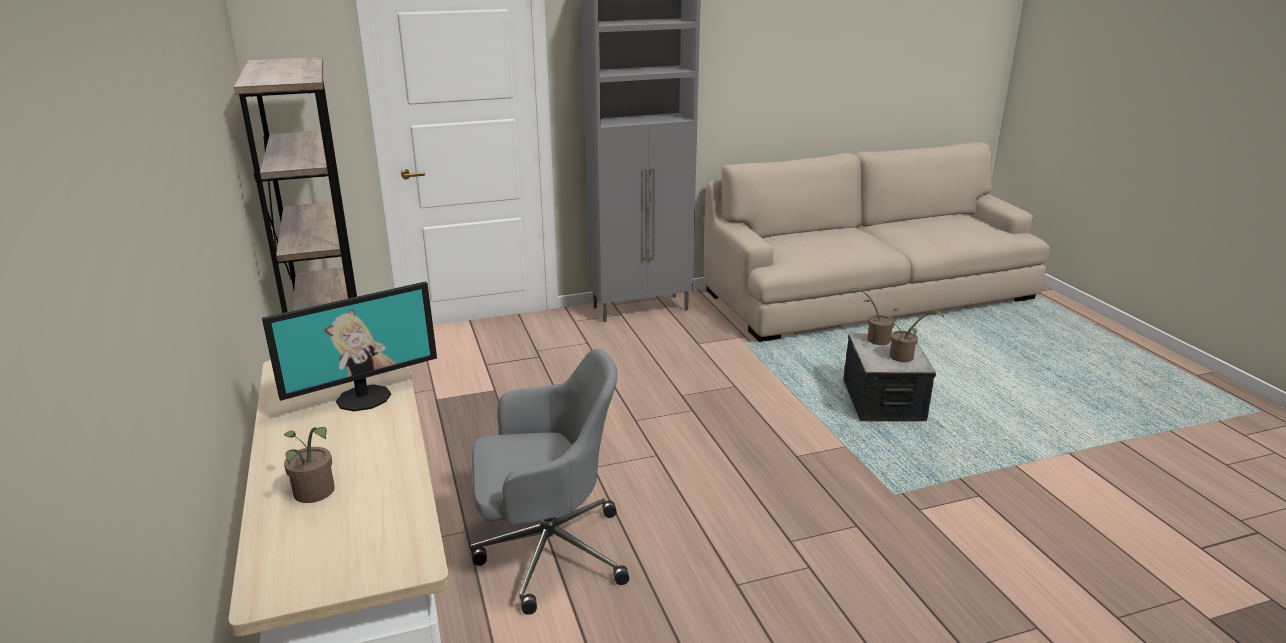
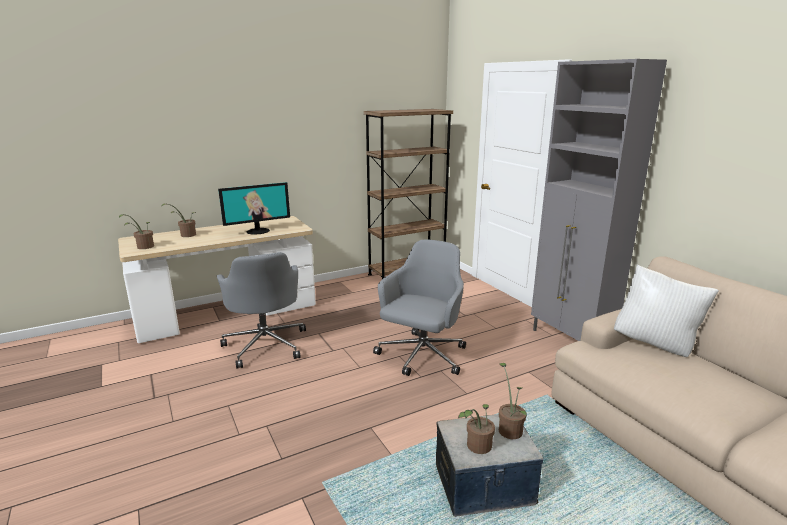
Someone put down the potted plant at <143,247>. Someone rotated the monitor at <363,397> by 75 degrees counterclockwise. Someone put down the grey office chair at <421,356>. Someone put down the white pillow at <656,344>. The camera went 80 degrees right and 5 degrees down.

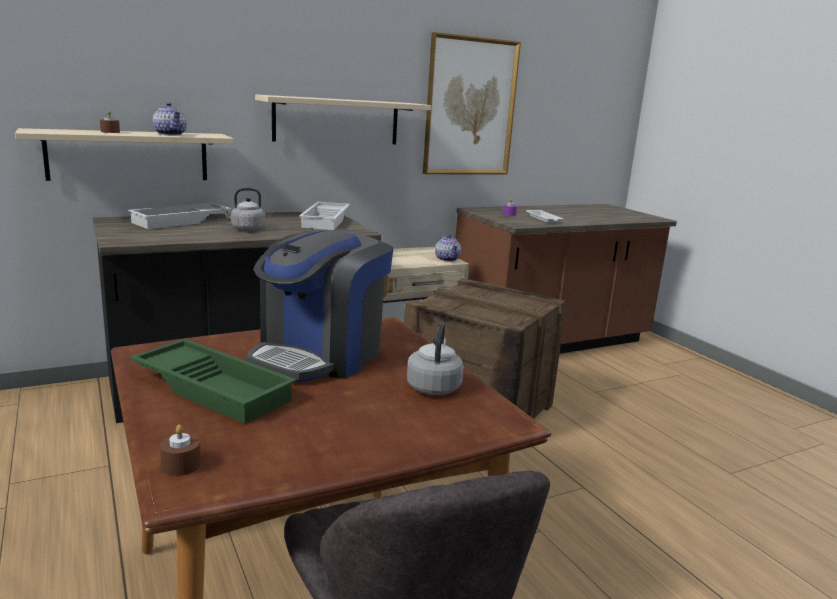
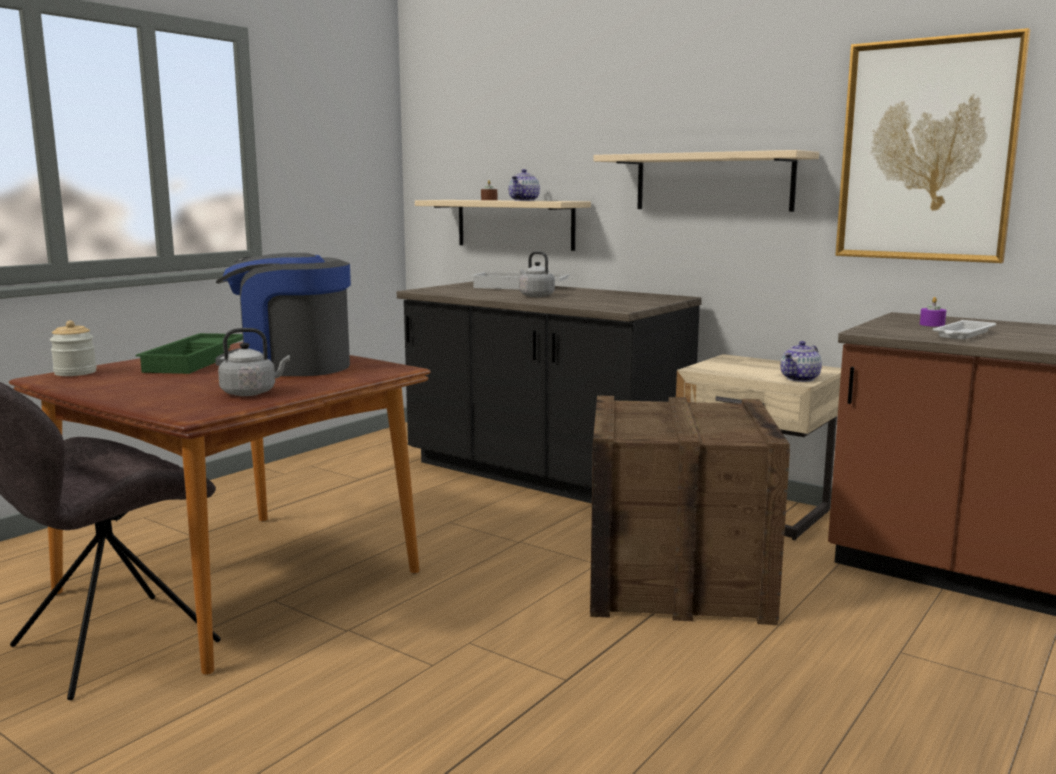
Someone swapped the brown candle at <181,465> for the jar at <75,373>. Someone took away the white tray at <327,221>. The camera went 65 degrees right and 5 degrees down.

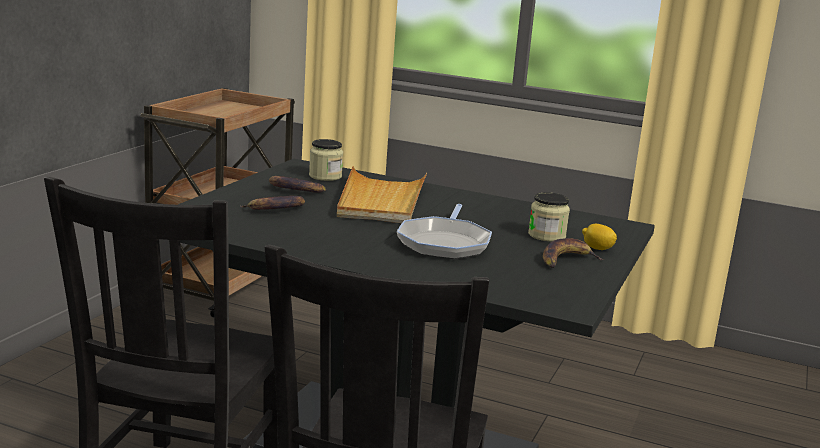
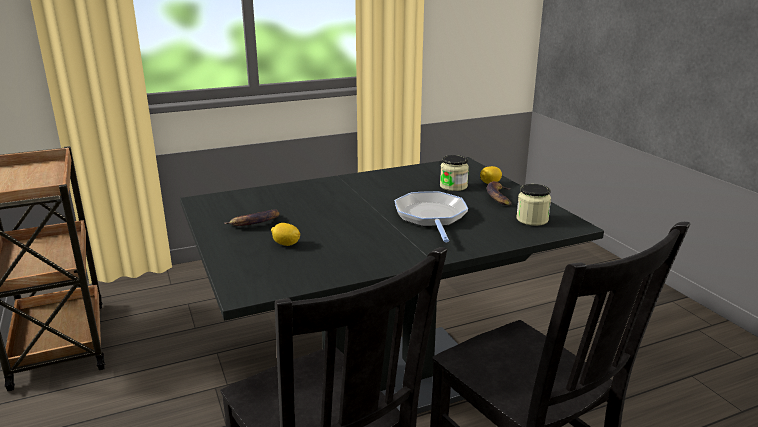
Someone swapped the banana at <275,209> for the lemon at <286,244>. Someone rotated the frying pan at <444,243> by 150 degrees counterclockwise. Someone carried the jar from <325,176> to <532,219>. Someone took away the beige tray at <381,200>. The camera went 45 degrees left and 5 degrees up.

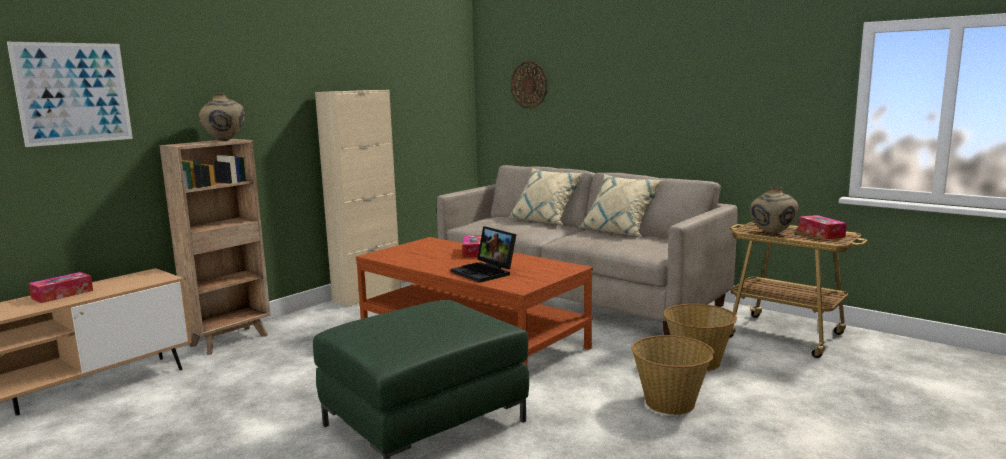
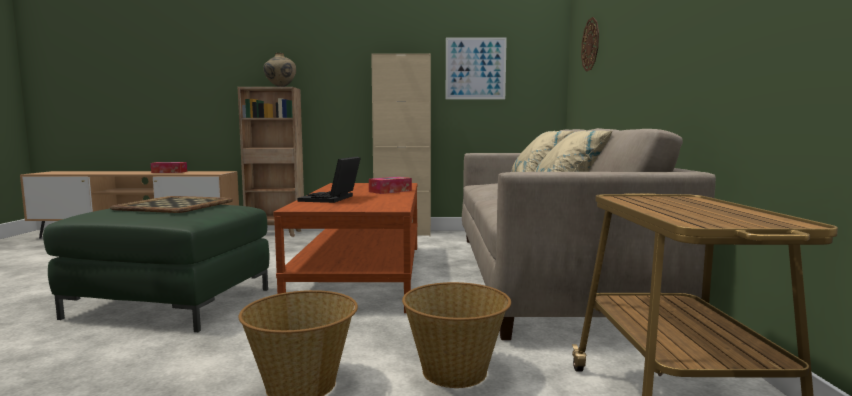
Someone put down the tray at <175,205>. Someone carried the picture from <73,93> to <475,68>. Someone took away the beige vase at <772,234>. Someone took away the tissue box at <821,233>. The camera went 50 degrees right and 5 degrees down.

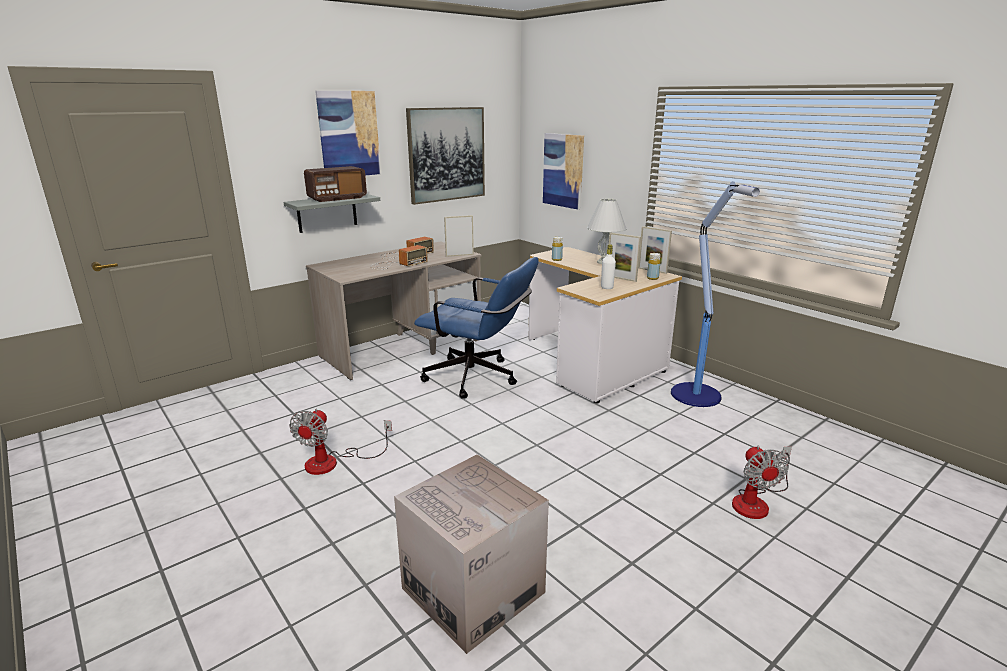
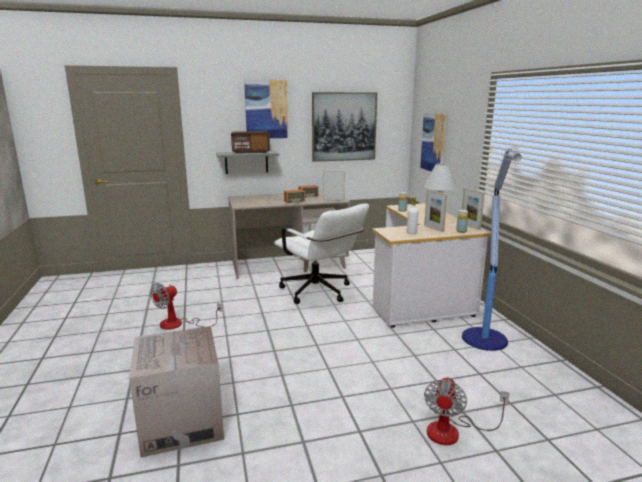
Someone repainted the blue office chair at <478,379>, which became the white office chair at <320,293>. The camera went 25 degrees right and 5 degrees down.

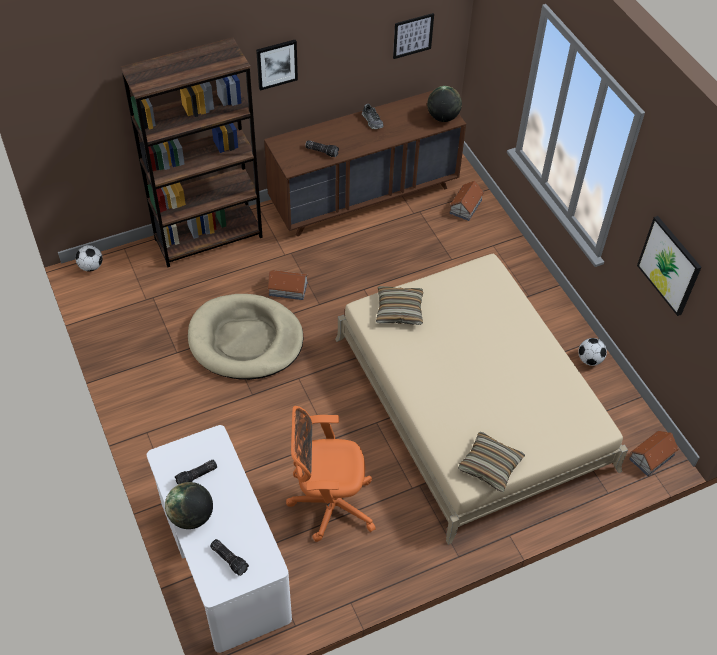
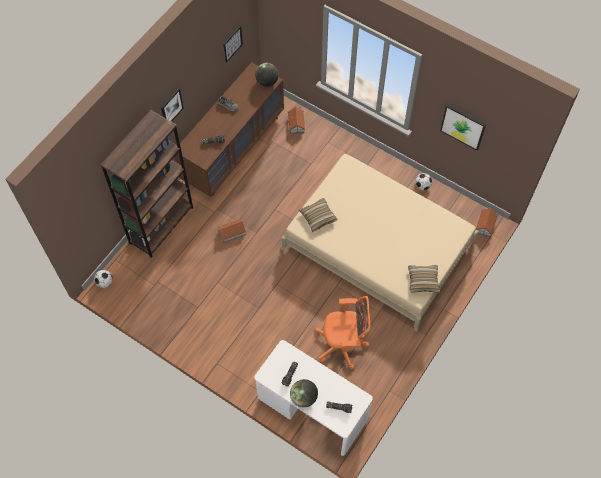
Someone rotated the orange office chair at <329,504> by 150 degrees counterclockwise. Someone took away the beige dog bed at <245,340>. The camera went 30 degrees left and 10 degrees up.

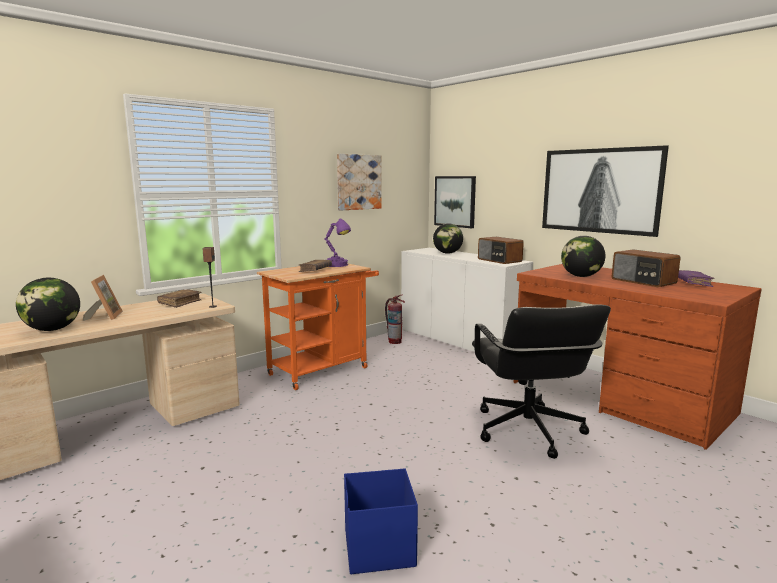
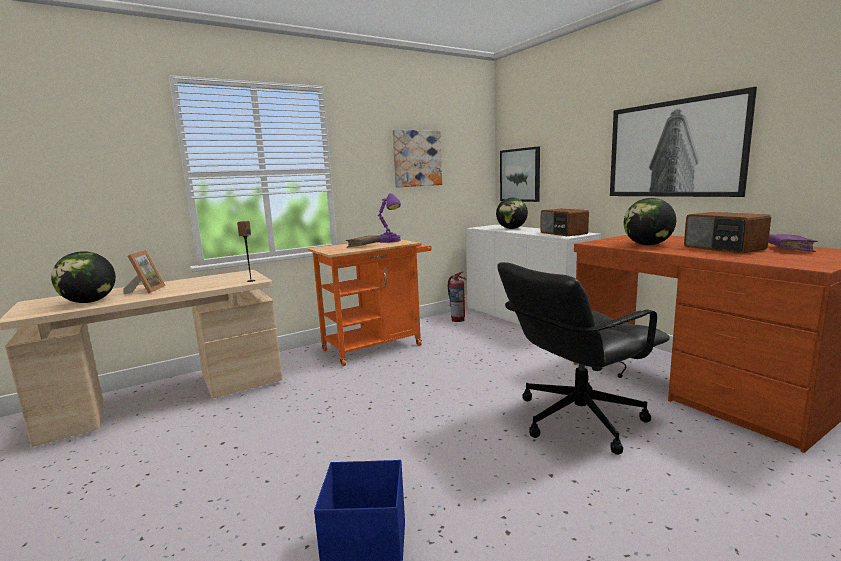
Someone rotated the black office chair at <527,430> by 60 degrees clockwise. Someone took away the brown book at <180,303>. The camera went 10 degrees right and 0 degrees up.

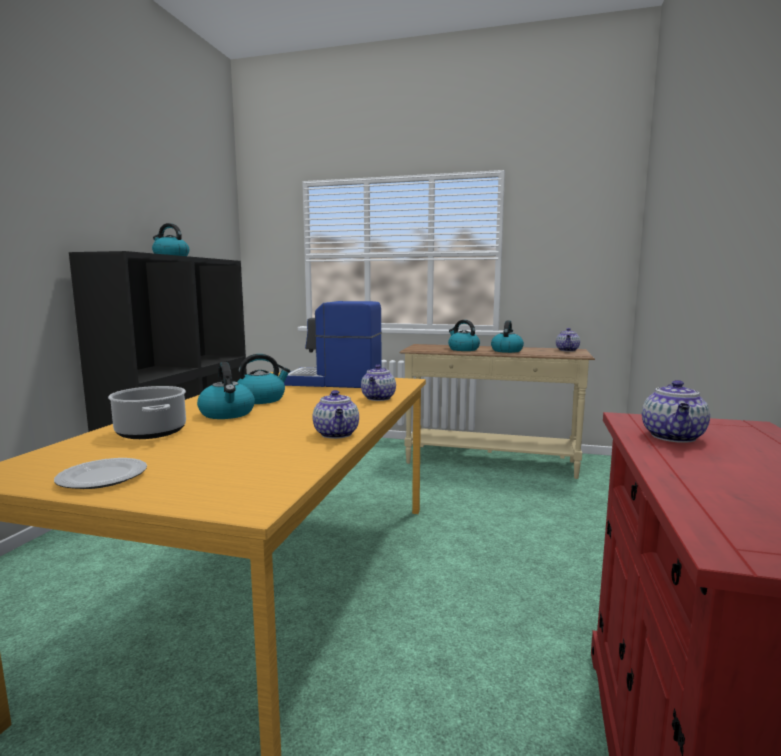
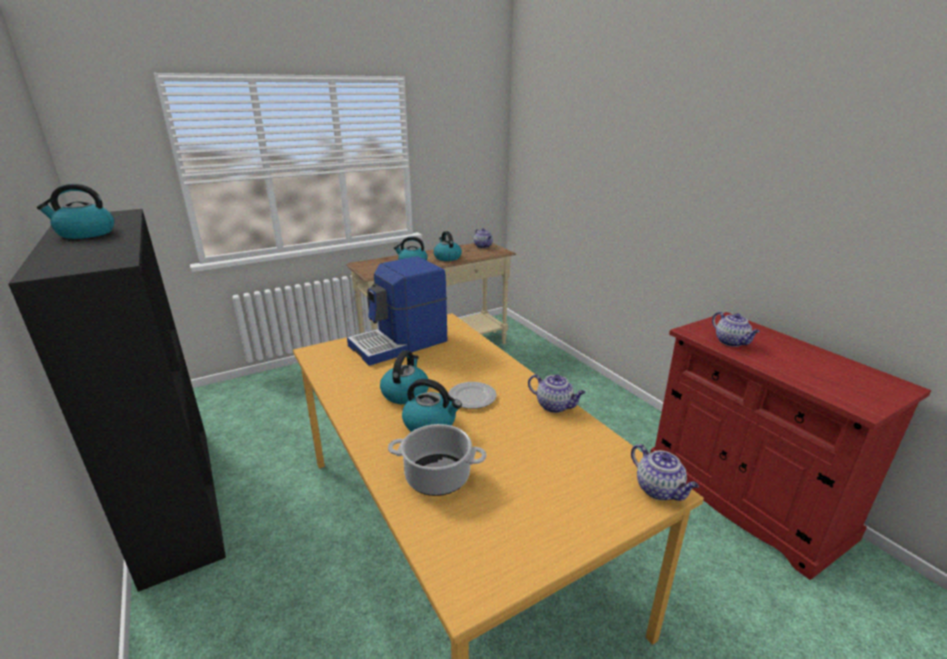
Someone carried the plate from <103,477> to <472,397>. Someone carried the teapot from <378,398> to <659,490>. The camera went 45 degrees left and 15 degrees up.

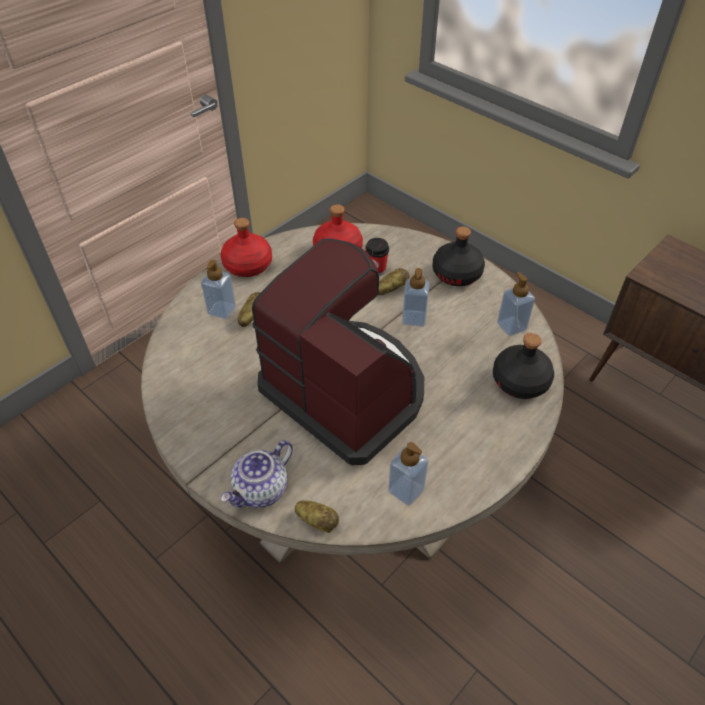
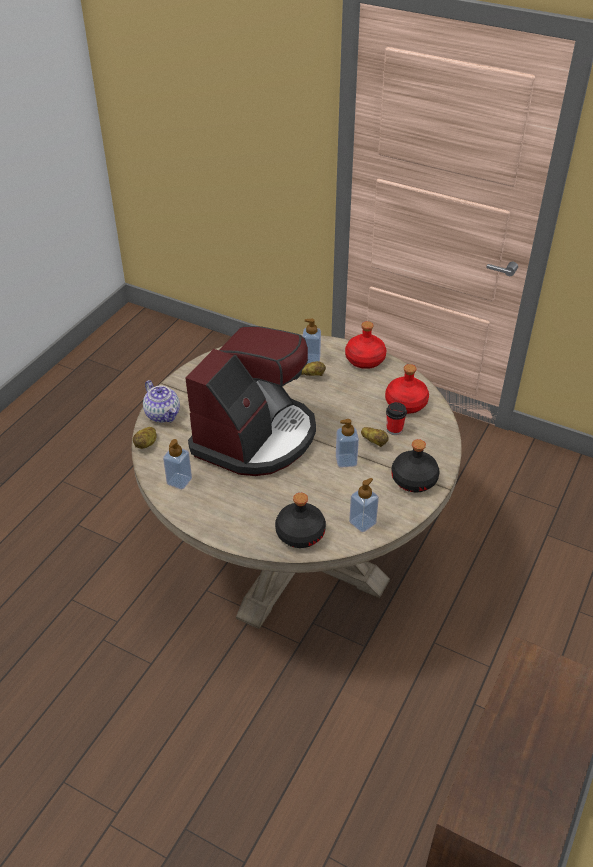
Someone rotated the teapot at <261,490> by 150 degrees counterclockwise. The camera went 75 degrees right and 5 degrees down.

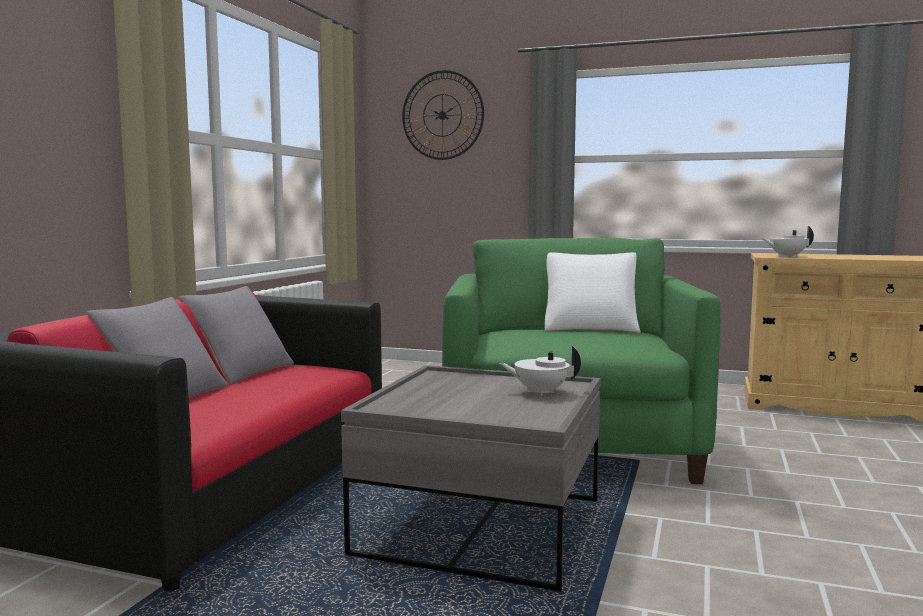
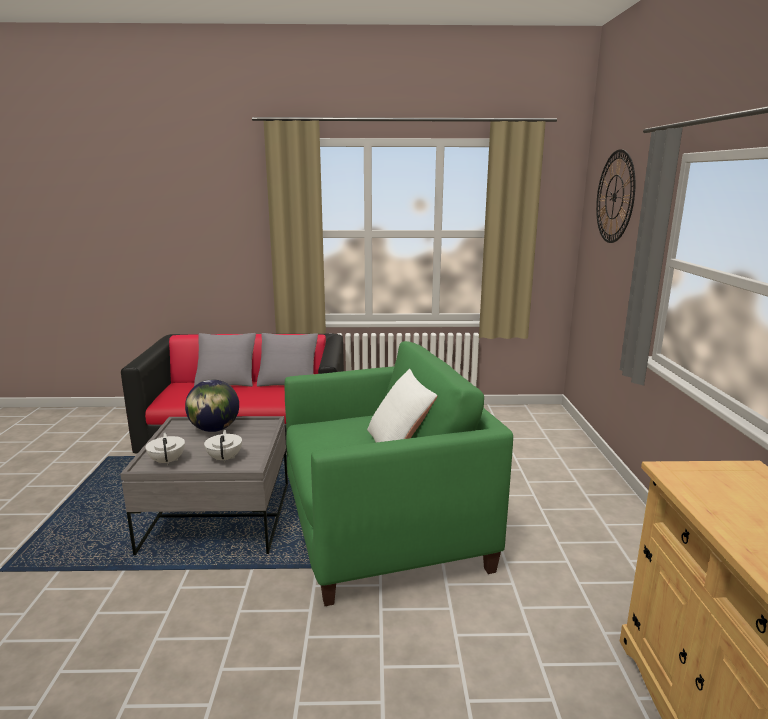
Someone carried the white teapot from <786,256> to <168,461>. Someone put down the globe at <214,429>. The camera went 70 degrees right and 10 degrees up.

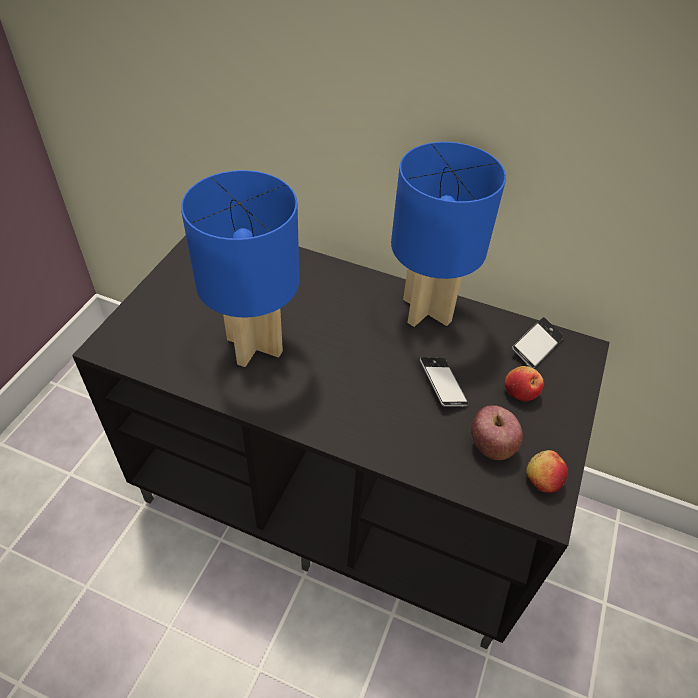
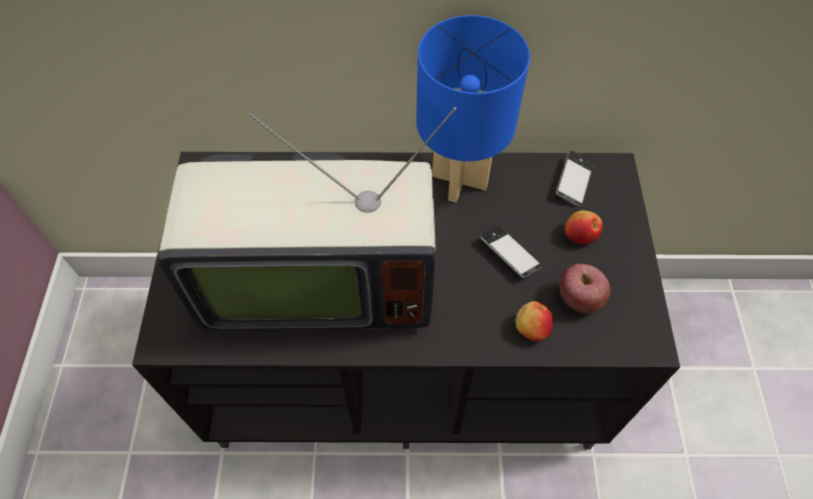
Someone swapped the blue table lamp at <256,345> for the television at <315,280>. Someone carried the apple from <542,480> to <531,328>. The camera went 20 degrees left and 10 degrees up.

